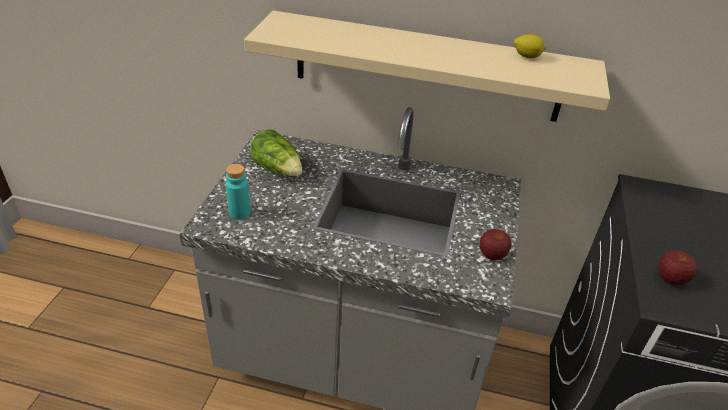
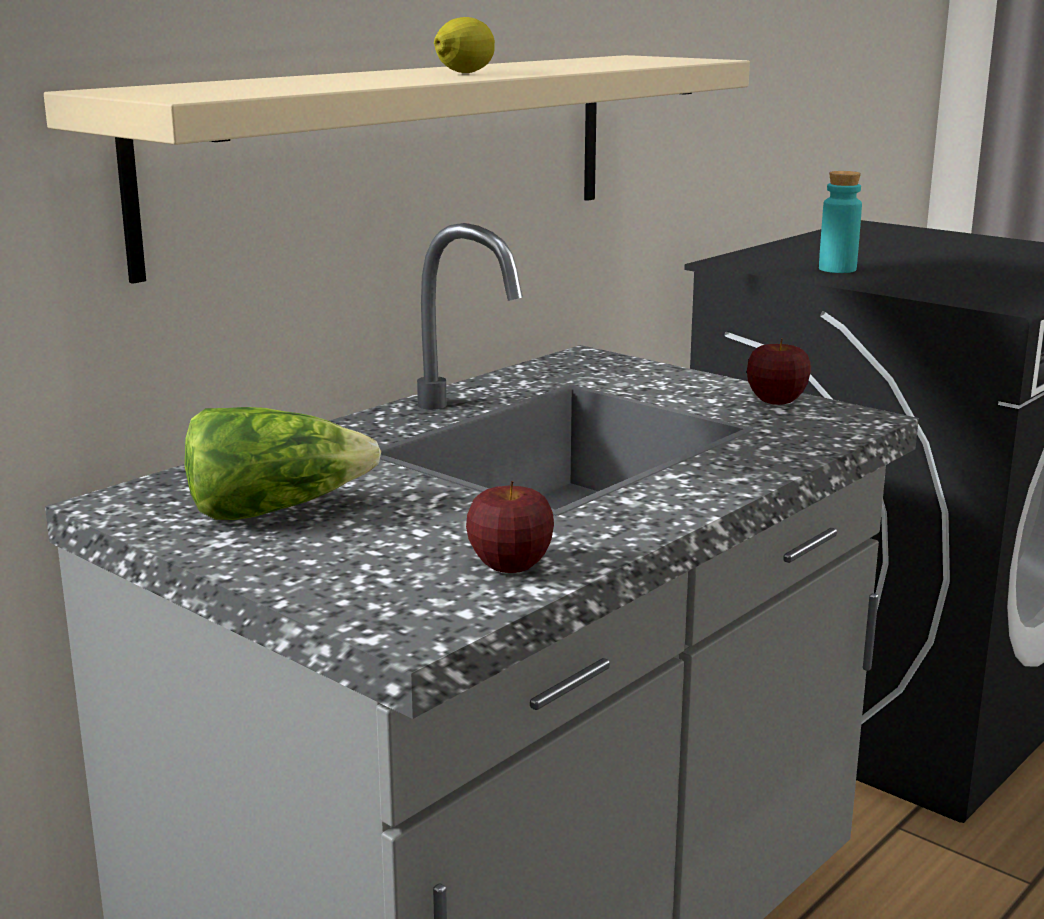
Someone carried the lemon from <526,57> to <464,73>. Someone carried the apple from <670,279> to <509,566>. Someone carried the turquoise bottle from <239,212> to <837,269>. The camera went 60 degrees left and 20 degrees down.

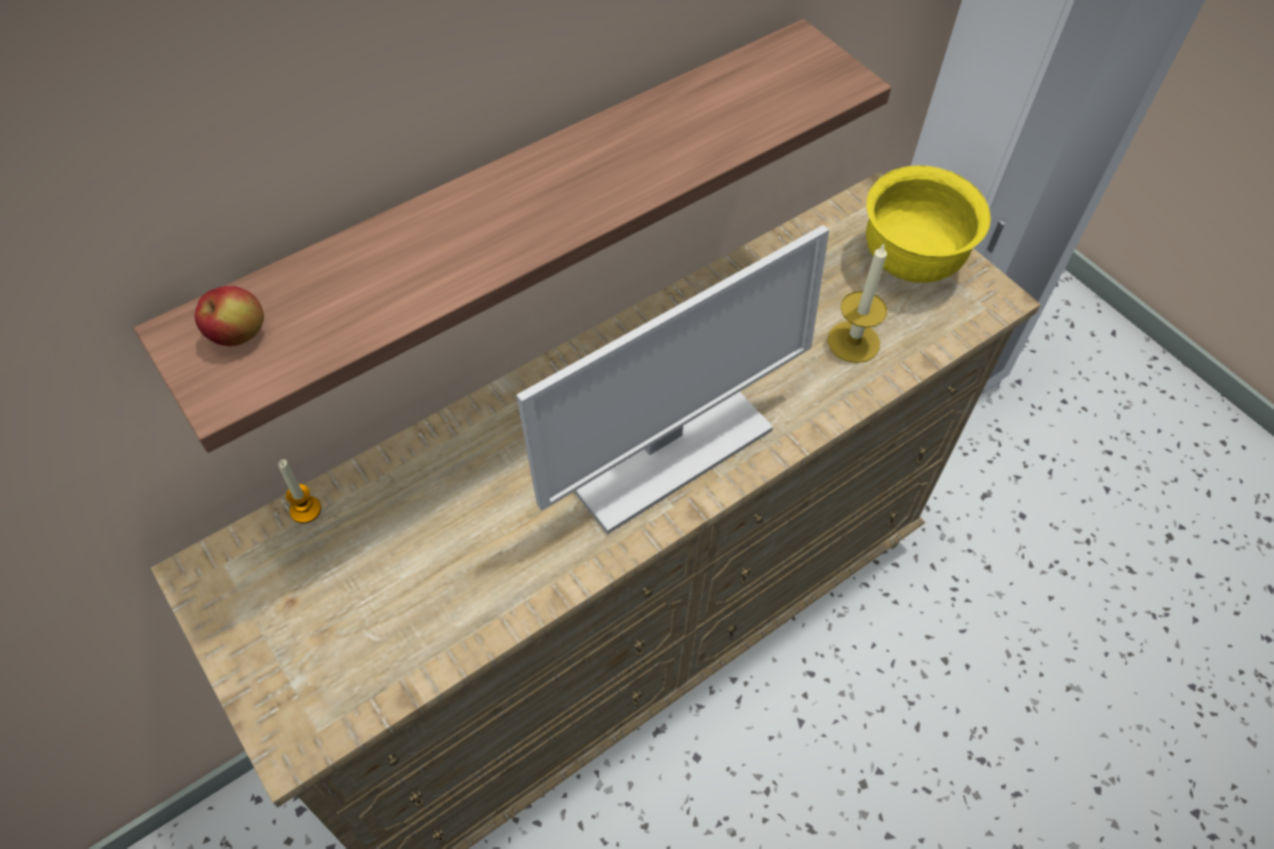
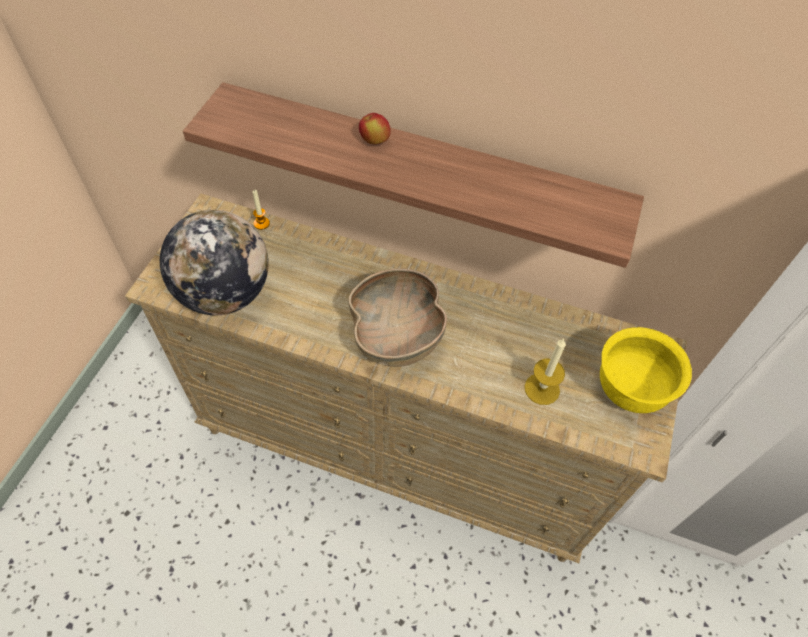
Someone put down the globe at <225,293>. Someone swapped the monitor at <661,448> for the brown bowl at <397,336>. Someone carried the apple from <238,335> to <374,141>. The camera went 55 degrees right and 0 degrees up.

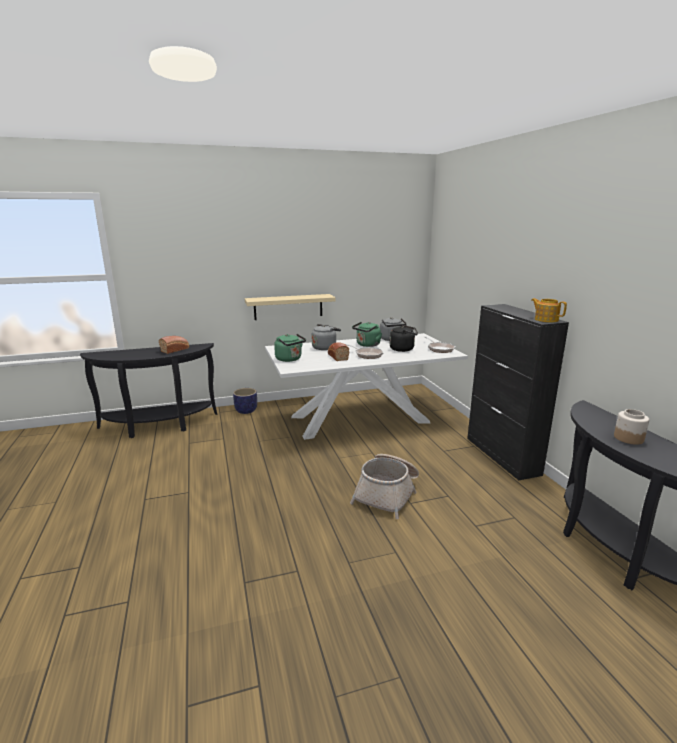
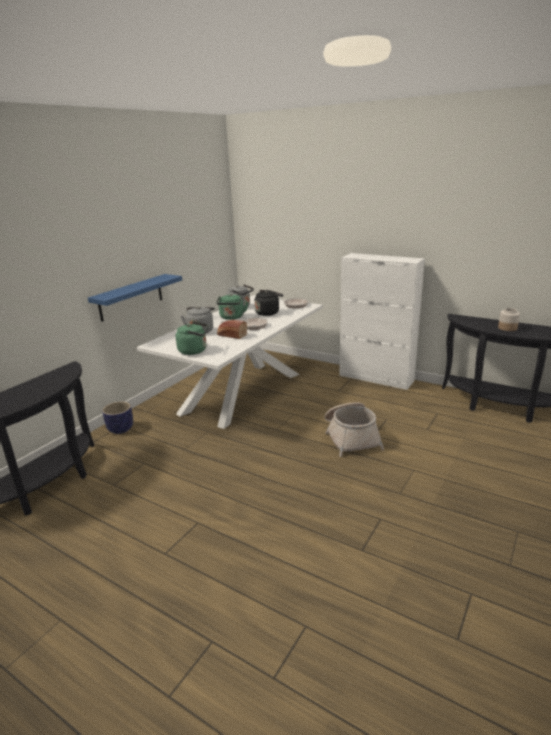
Someone repainted the beige shelf at <288,307>, which became the blue shelf at <131,297>. Someone repainted the black cabinet at <502,456>, which became the white cabinet at <376,378>. Someone took away the bread at <175,350>. Someone took away the teapot at <546,319>. The camera went 40 degrees left and 5 degrees up.

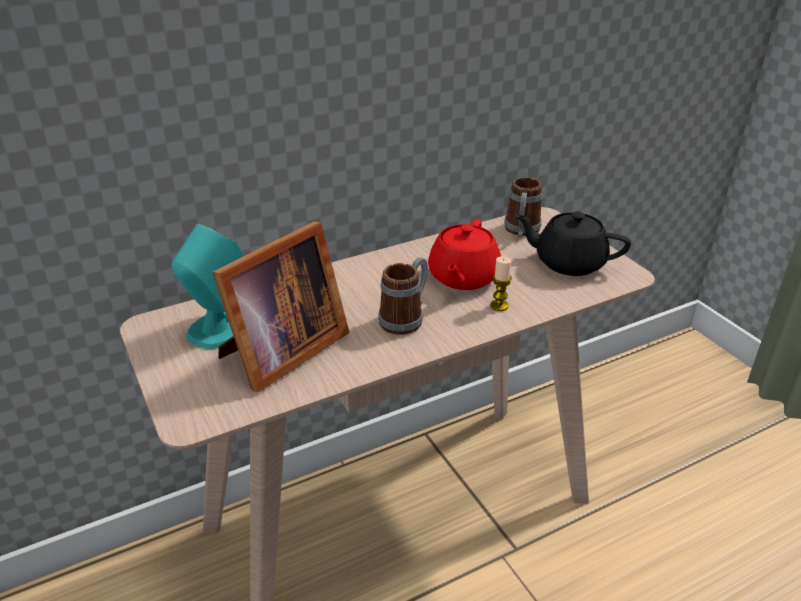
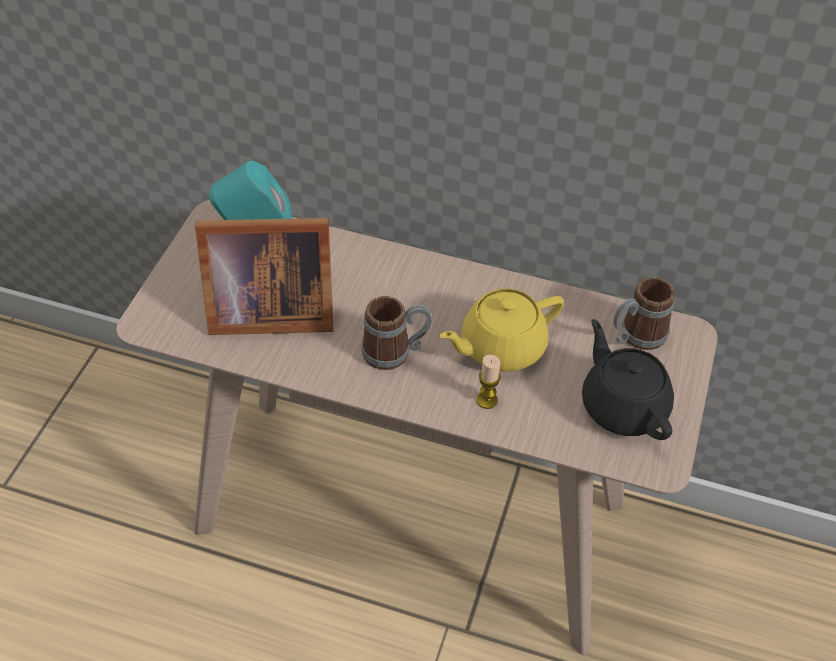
Someone repainted the red teapot at <463,277>, which became the yellow teapot at <500,347>. The camera went 45 degrees right and 15 degrees up.

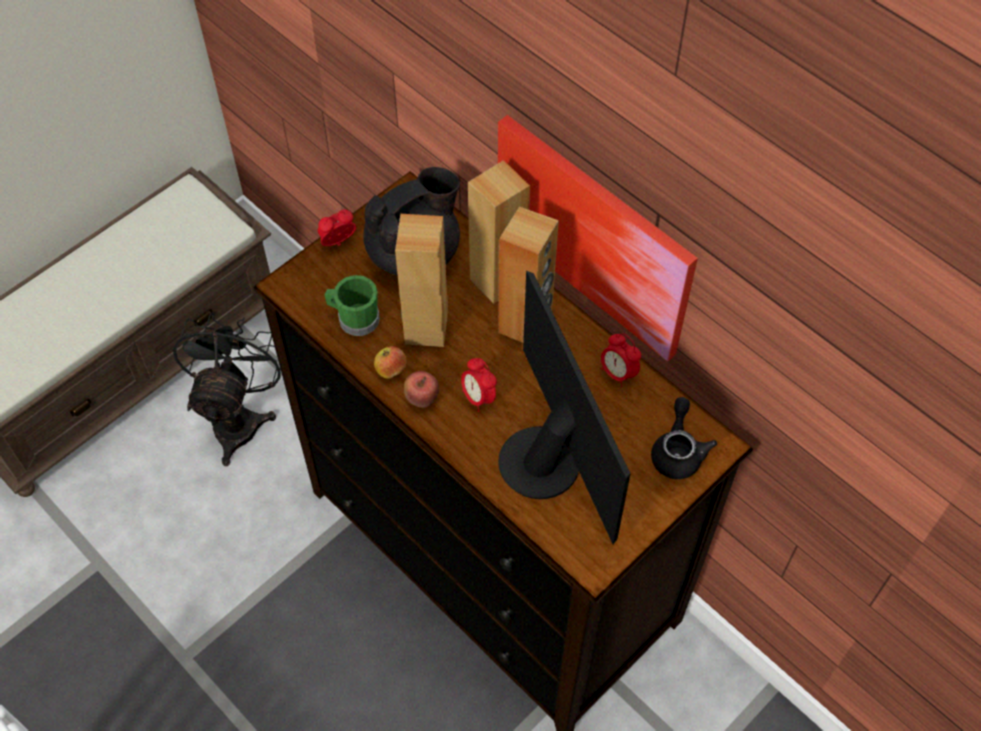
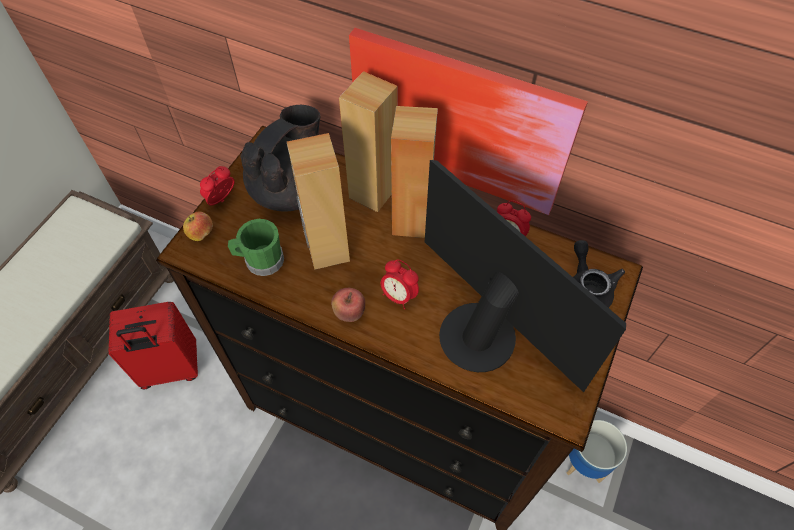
Someone swapped the black fan at <239,418> for the red suitcase at <170,369>. Someone carried the apple from <391,370> to <201,234>. Someone put down the planter at <585,462>. The camera went 20 degrees left and 0 degrees up.

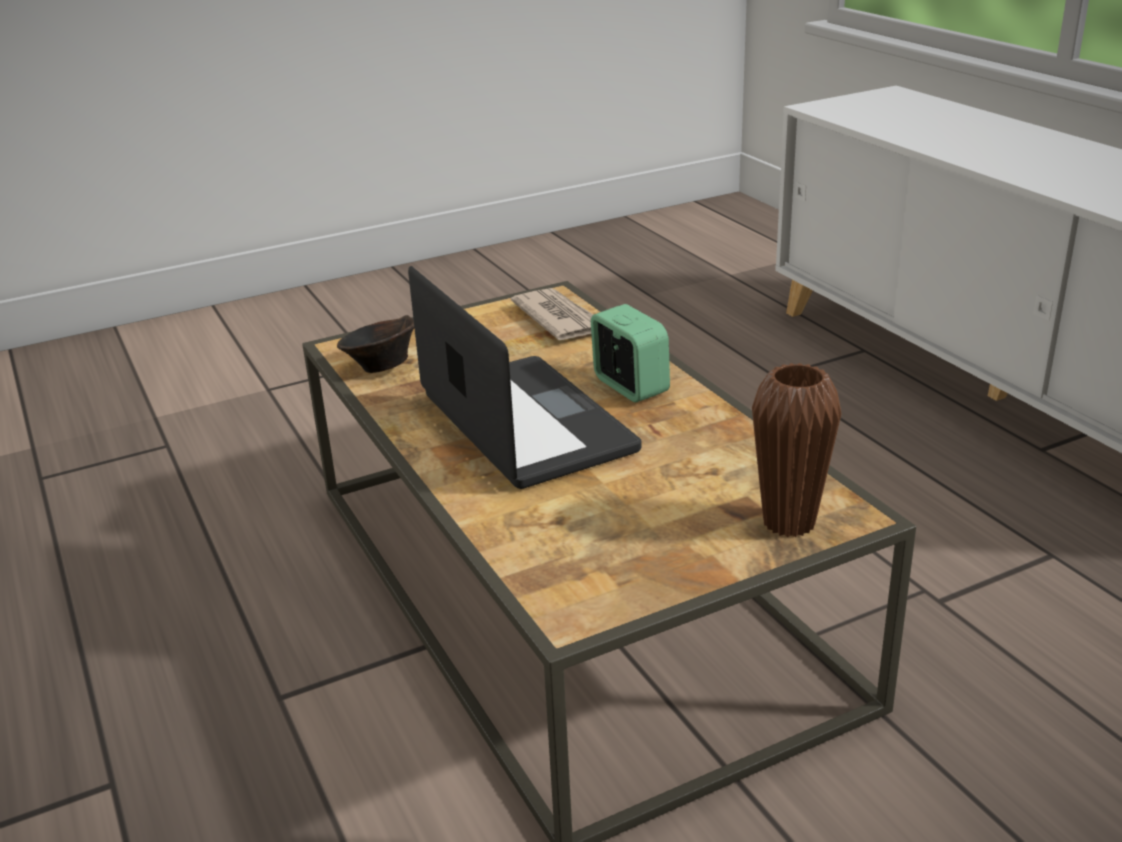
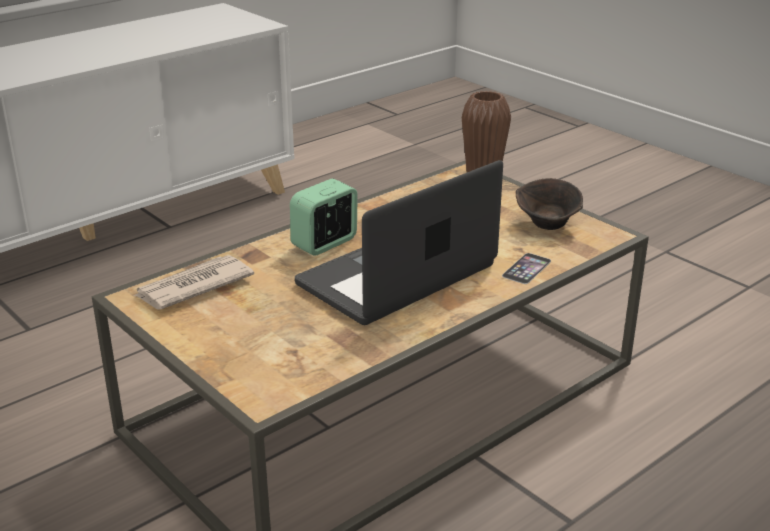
Someone put down the phone at <526,268>. Someone carried the brown bowl from <380,367> to <548,225>. The camera went 105 degrees left and 0 degrees up.

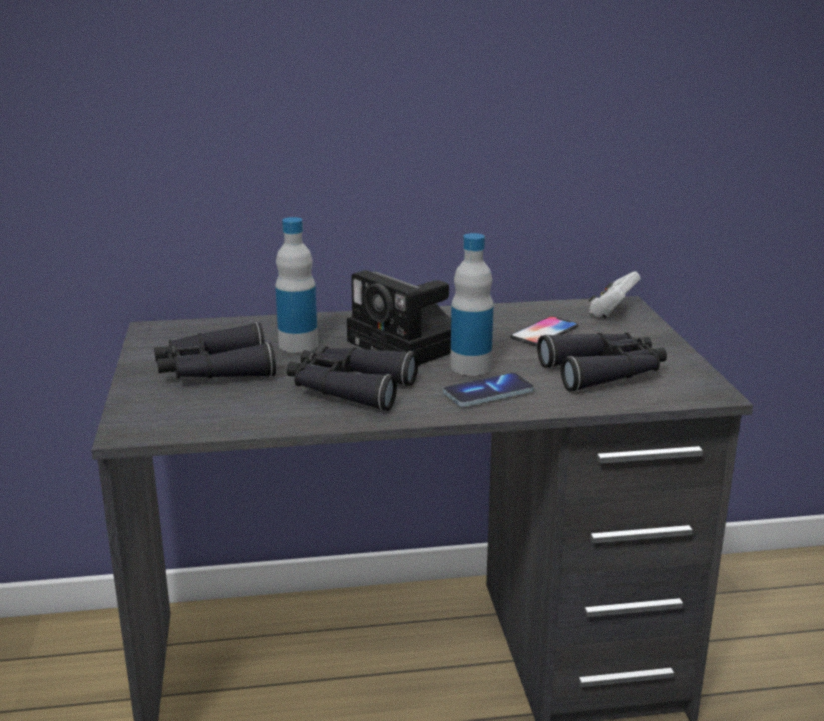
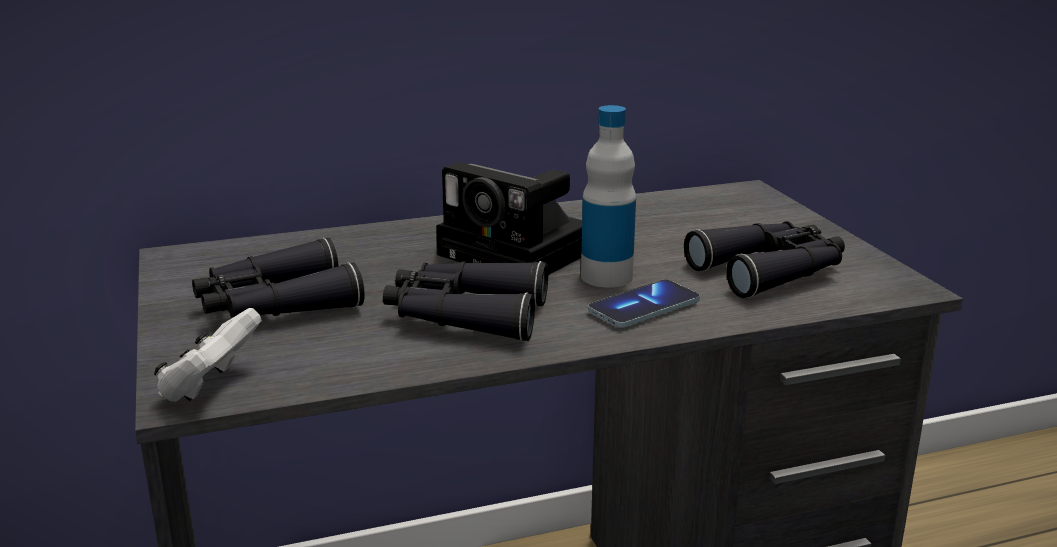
Someone carried the white game controller from <612,312> to <211,386>. Someone took away the bottle at <298,345>. Someone took away the phone at <544,333>. The camera went 10 degrees left and 0 degrees up.

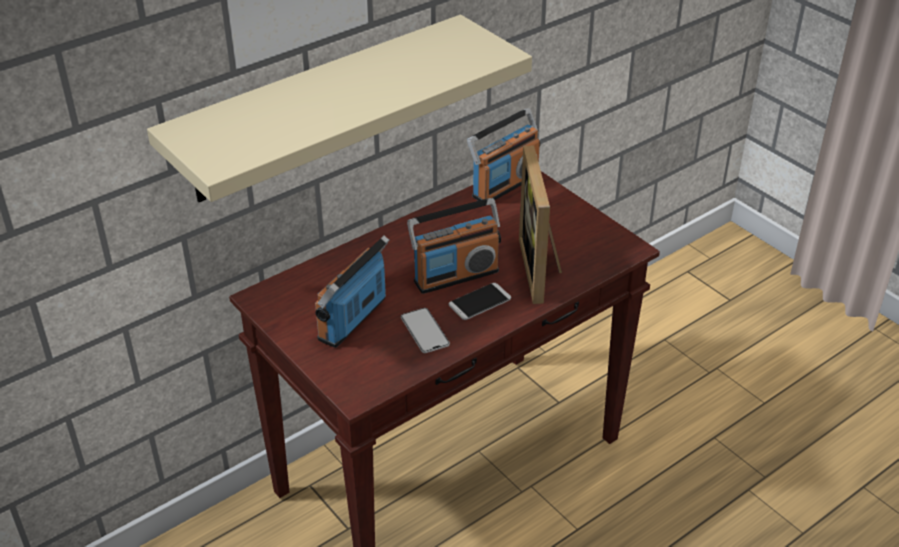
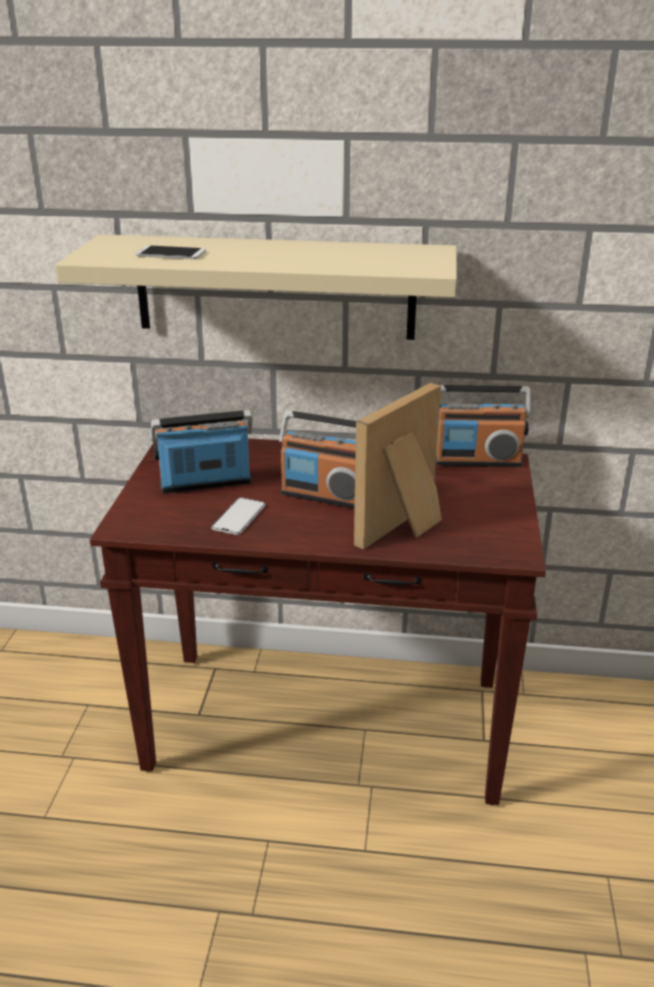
Someone carried the phone from <479,302> to <171,254>. The camera went 45 degrees right and 10 degrees down.

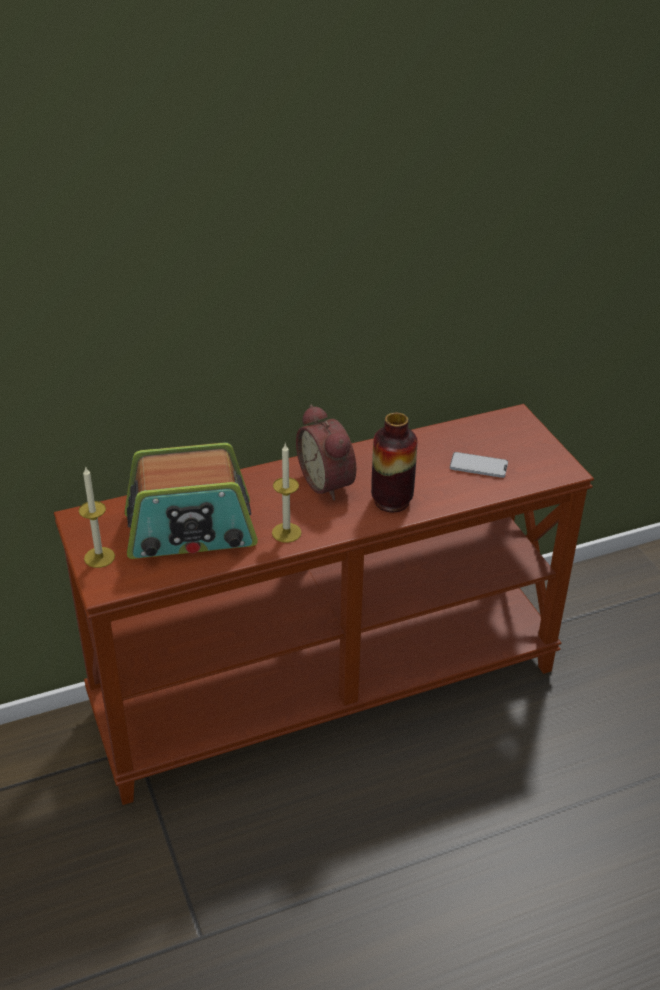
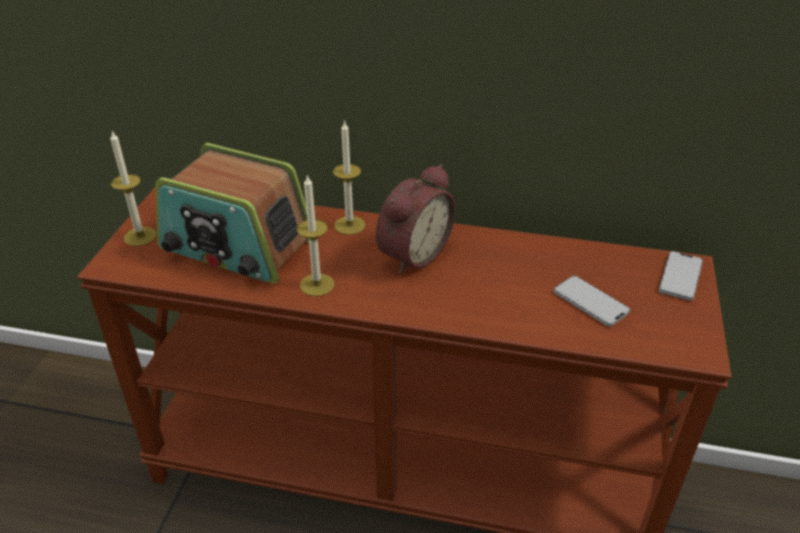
Someone put down the candle at <349,225>. Someone rotated the alarm clock at <329,482> by 150 degrees counterclockwise. Someone put down the phone at <680,277>. Someone took away the vase at <391,501>. The camera went 35 degrees right and 0 degrees up.

